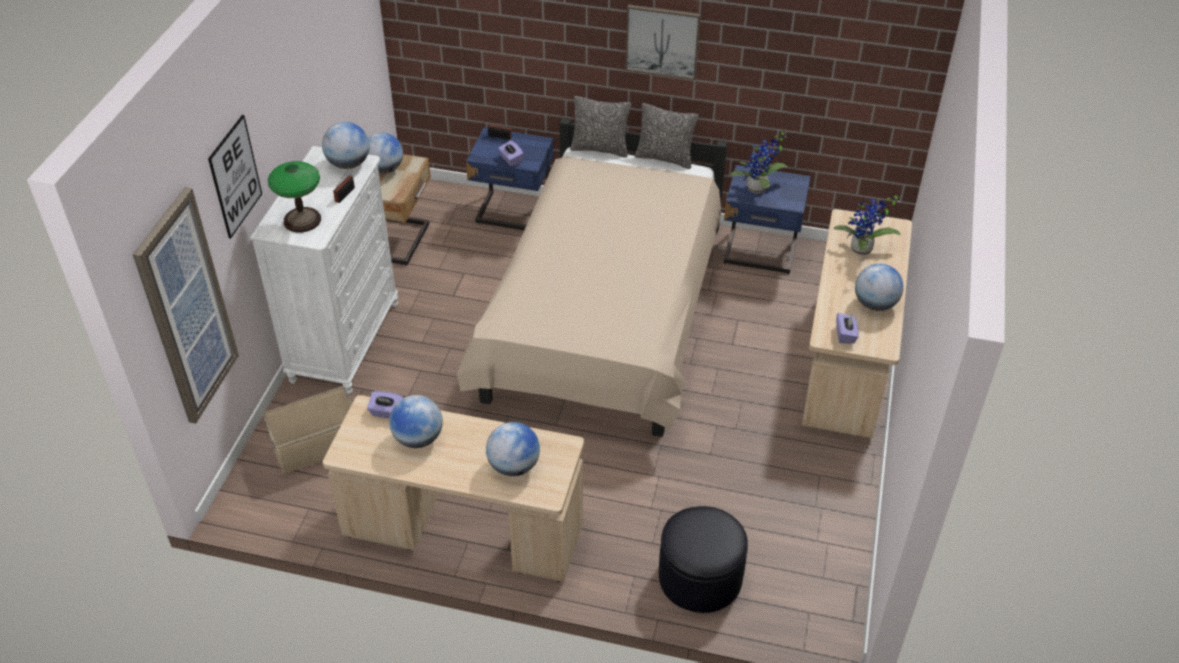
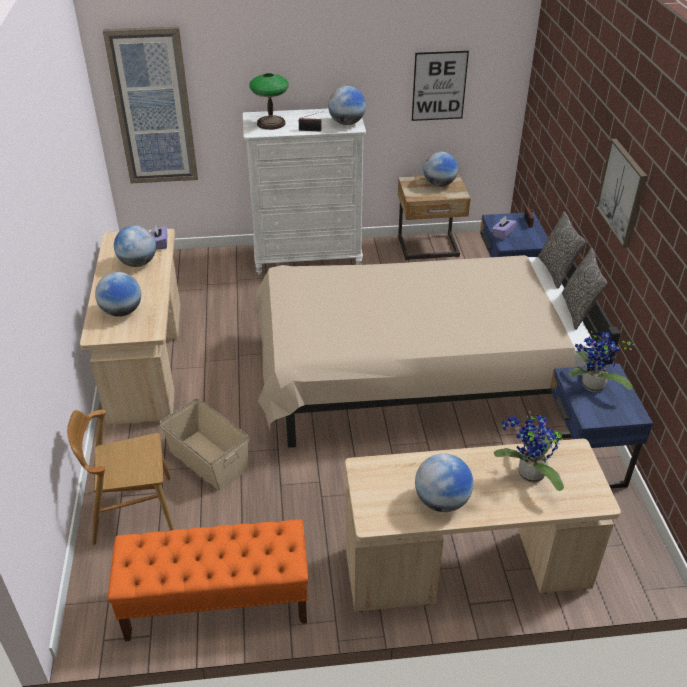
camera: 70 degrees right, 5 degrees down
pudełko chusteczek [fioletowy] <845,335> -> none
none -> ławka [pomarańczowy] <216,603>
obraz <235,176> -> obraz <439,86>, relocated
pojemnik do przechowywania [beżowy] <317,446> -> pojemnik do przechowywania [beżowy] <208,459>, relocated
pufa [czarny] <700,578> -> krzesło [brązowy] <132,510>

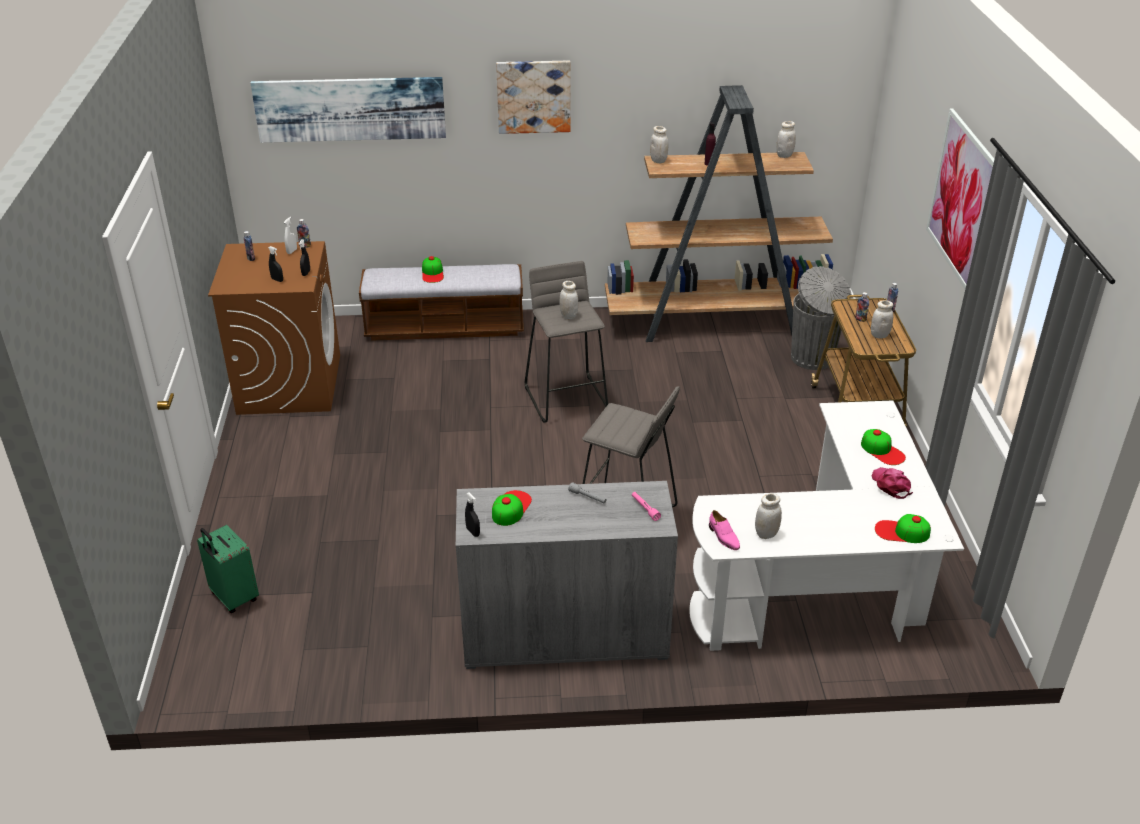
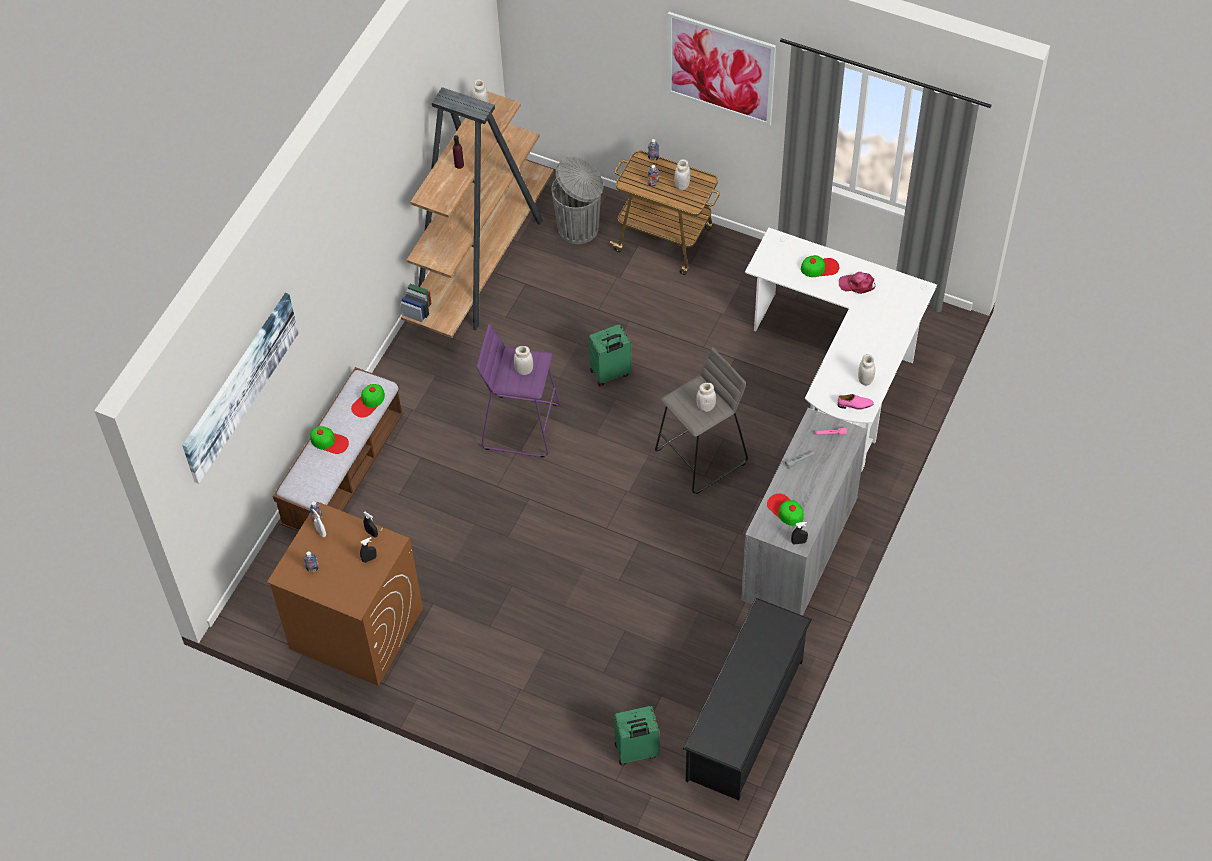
camera: 60 degrees left, 20 degrees up
obraz <533,96> -> none
none -> walizka [zielony] <610,373>
none -> regał na buty [czarny] <745,719>
słoik [biały] <658,161> -> słoik [biały] <705,407>, relocated
czapka z daszkiem <902,532> -> czapka z daszkiem <368,402>, relocated
stołek [szary] <567,398> -> stołek [fioletowy] <521,425>

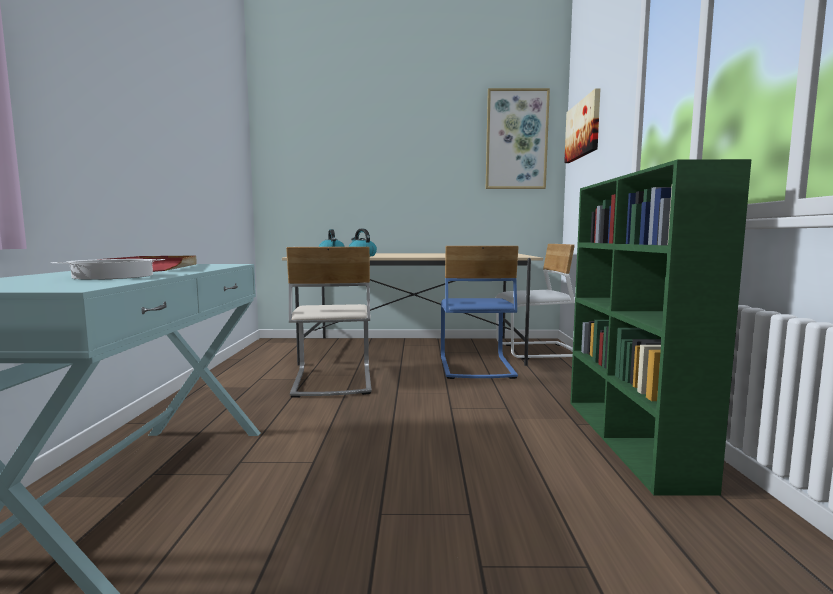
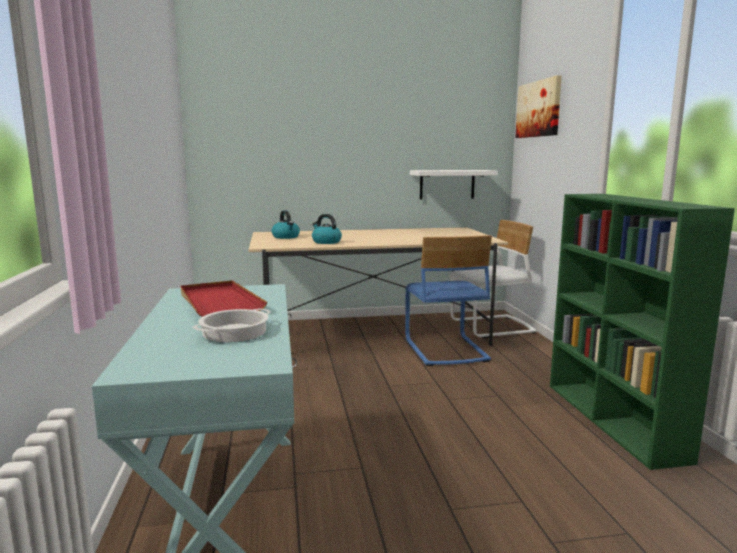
camera: 10 degrees left, 5 degrees up
krzesło [beżowy] <332,381> -> none
obraz <516,139> -> none
none -> półka [biały] <447,184>

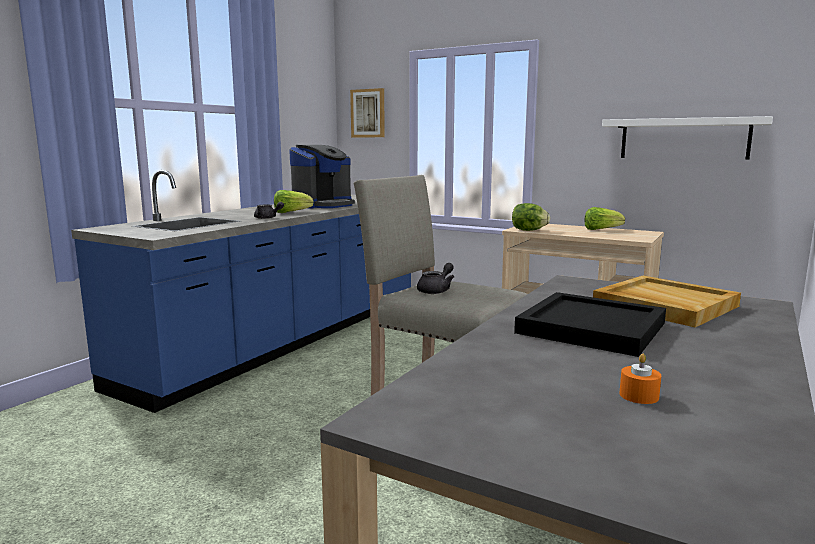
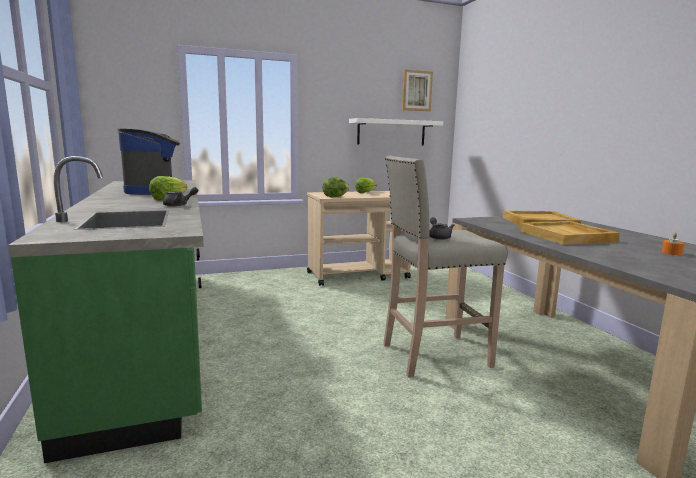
camera: 50 degrees left, 0 degrees up
obraz <368,113> -> obraz <416,91>, relocated
zabudowa kuchenna [niebieski] <287,339> -> zabudowa kuchenna [zielony] <152,332>
taca [czarny] <592,328> -> taca [beżowy] <567,236>

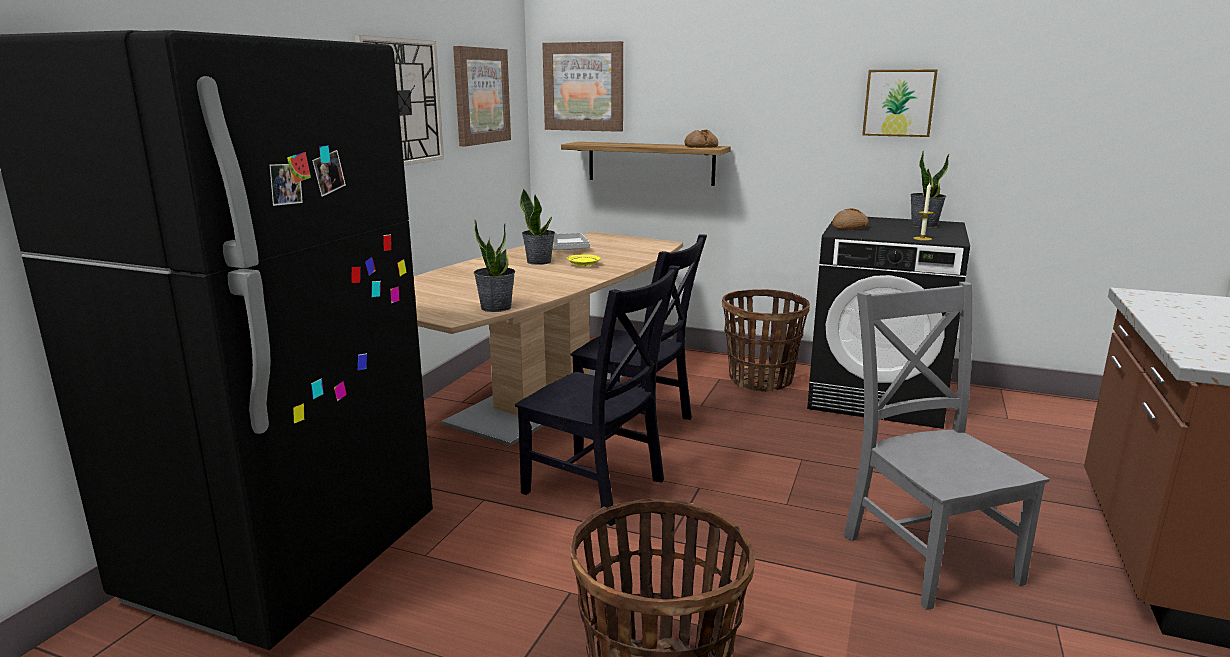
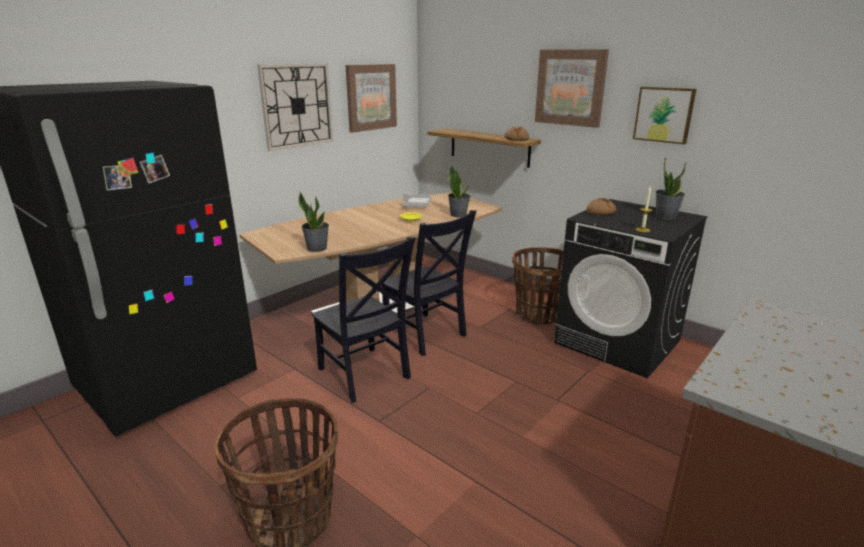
camera: 20 degrees right, 5 degrees up
krzesło [szary] <926,554> -> none
roślina doniczkowa <539,262> -> roślina doniczkowa <458,215>, relocated
obraz <584,87> -> obraz <570,87>, relocated

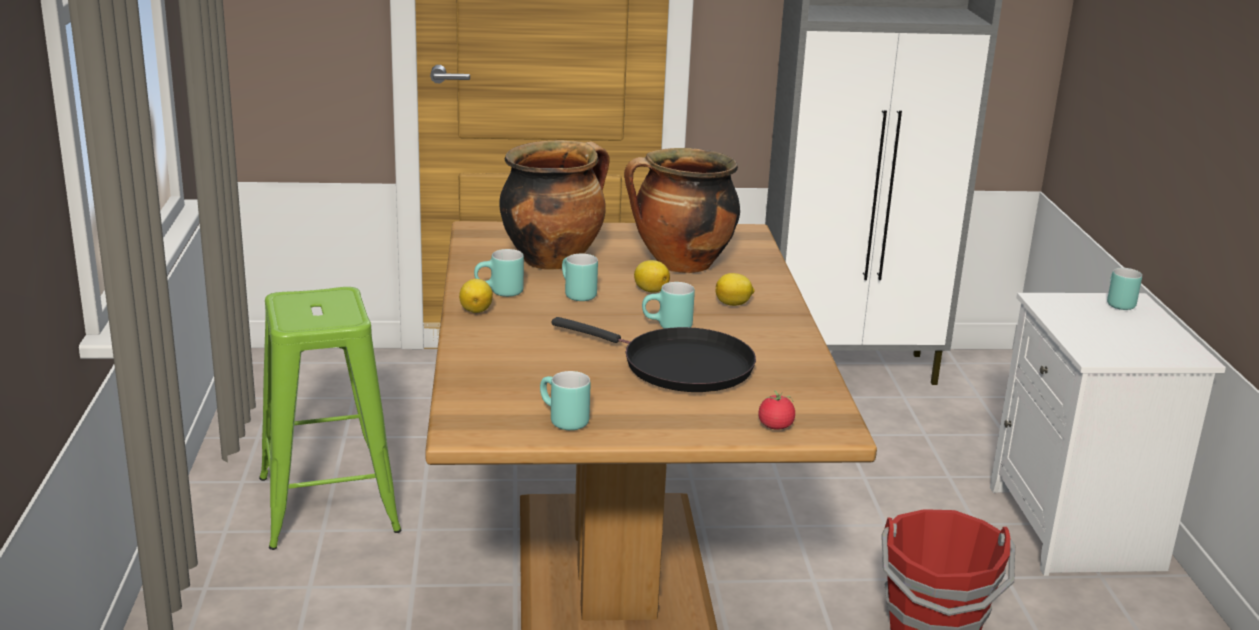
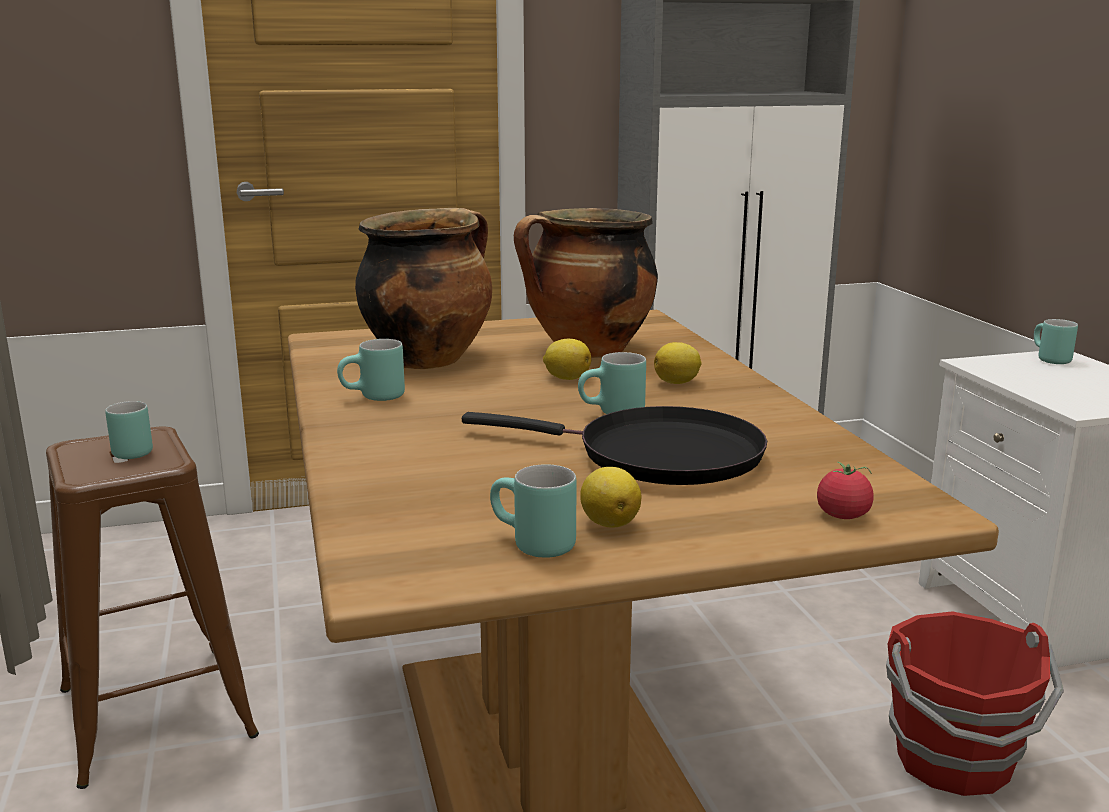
camera: 10 degrees left, 5 degrees down
cytryna <476,310> -> cytryna <609,522>, relocated
kubek [turkusowy] <574,294> -> kubek [turkusowy] <125,452>, relocated
stołek [zielony] <328,505> -> stołek [brązowy] <156,713>

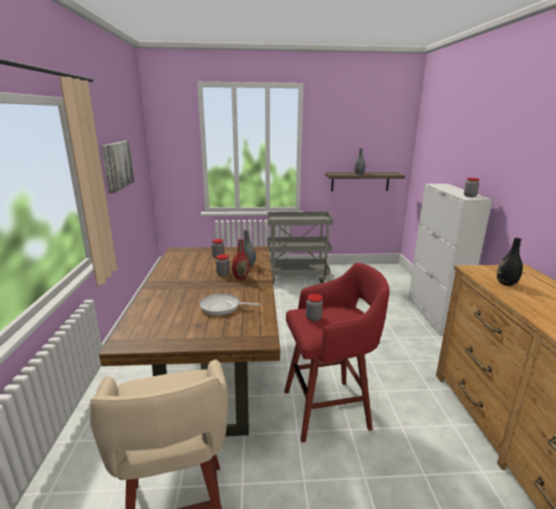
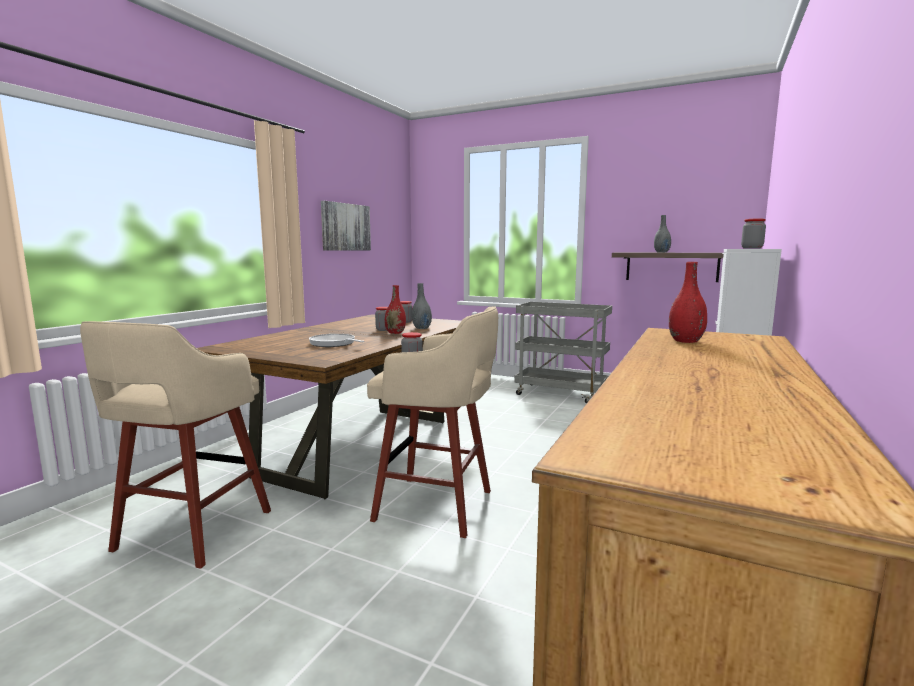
camera: 30 degrees right, 10 degrees down
stołek [czerwony] <329,409> -> stołek [beżowy] <438,506>
wazon [czarny] <506,283> -> wazon [czerwony] <685,341>

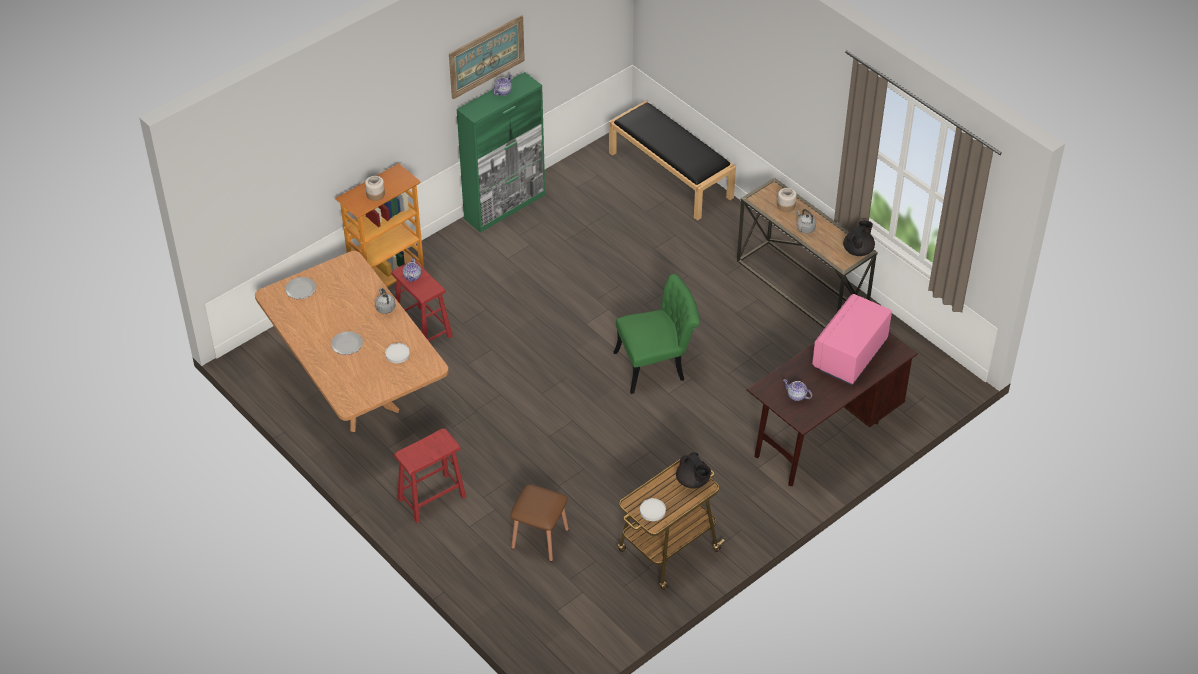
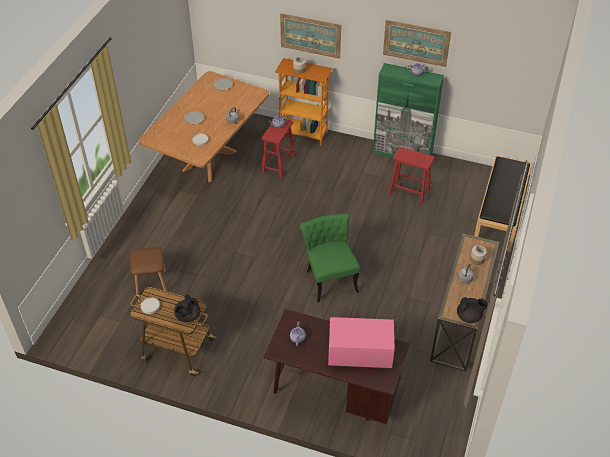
camera: 60 degrees right, 0 degrees up
none -> obraz <310,35>
stołek [czerwony] <431,498> -> stołek [czerwony] <409,191>, relocated
krzesło [zielony] <657,365> -> krzesło [zielony] <329,277>, 150 degrees counterclockwise

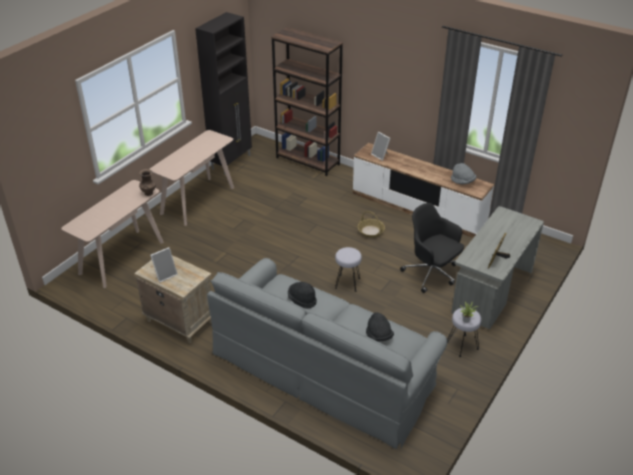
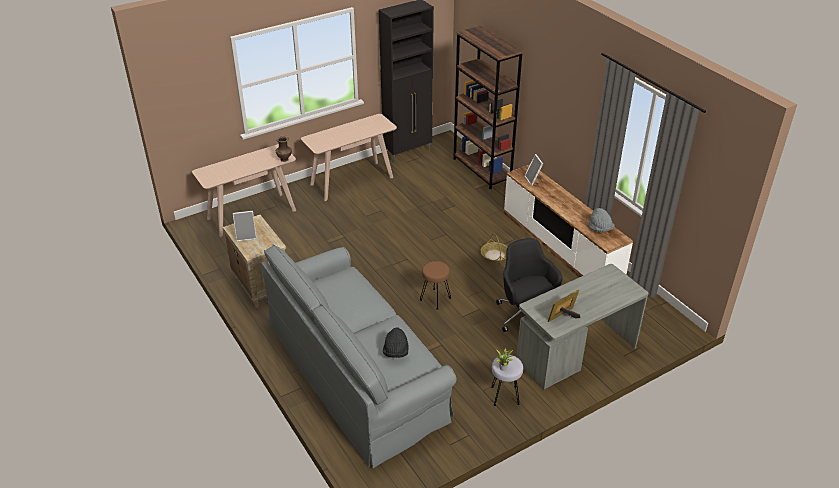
camera: 25 degrees right, 0 degrees up
kapelusz [czarny] <302,300> -> none
stołek [szary] <347,283> -> stołek [brązowy] <435,298>

